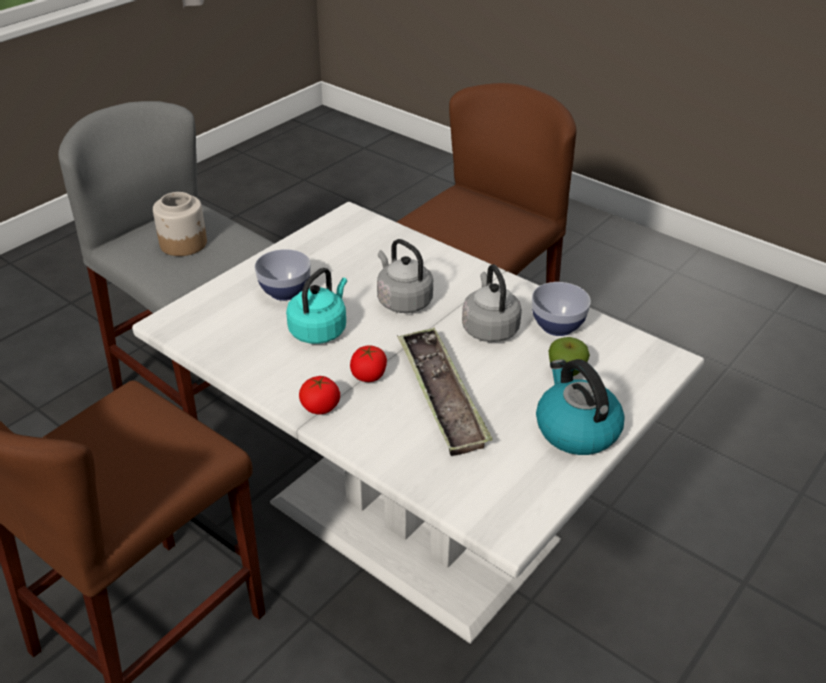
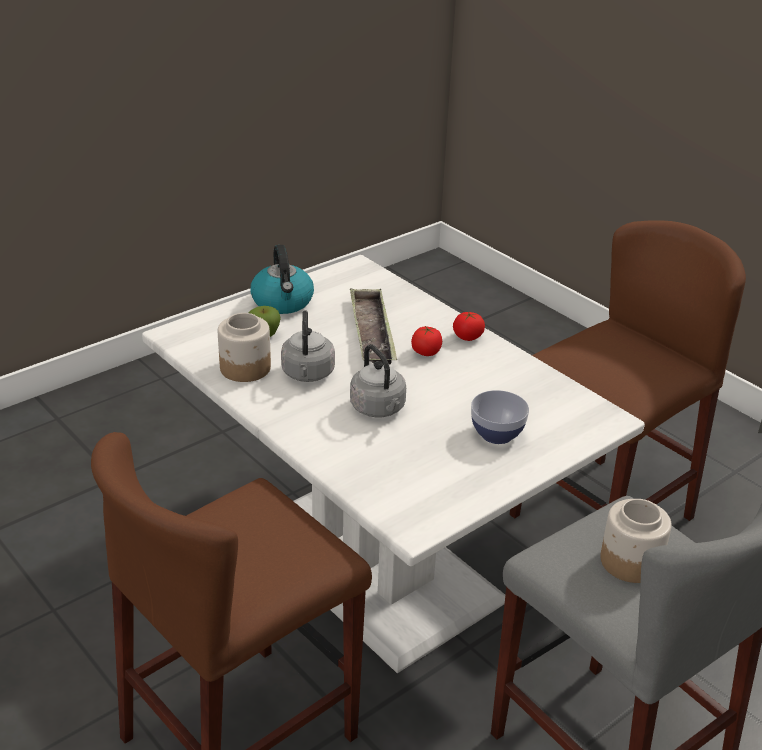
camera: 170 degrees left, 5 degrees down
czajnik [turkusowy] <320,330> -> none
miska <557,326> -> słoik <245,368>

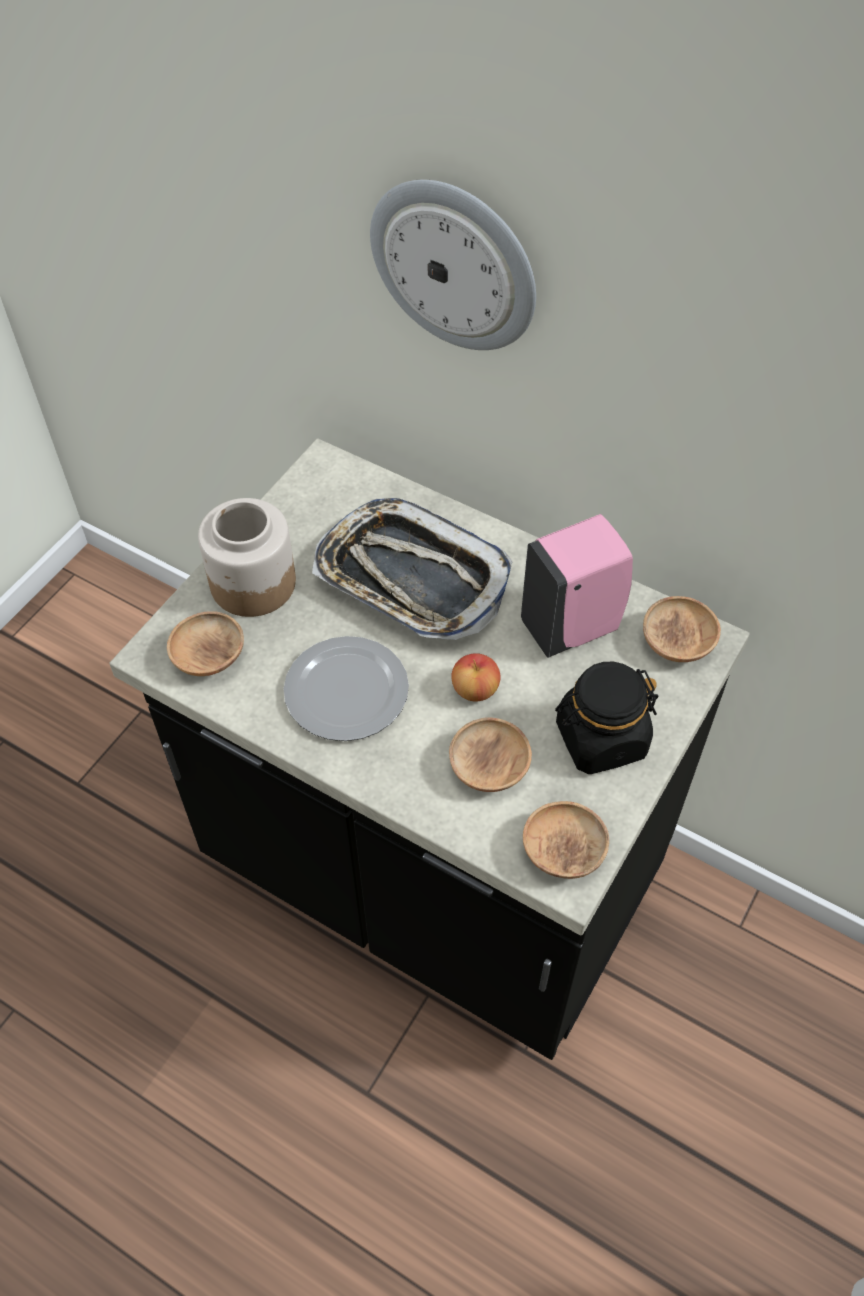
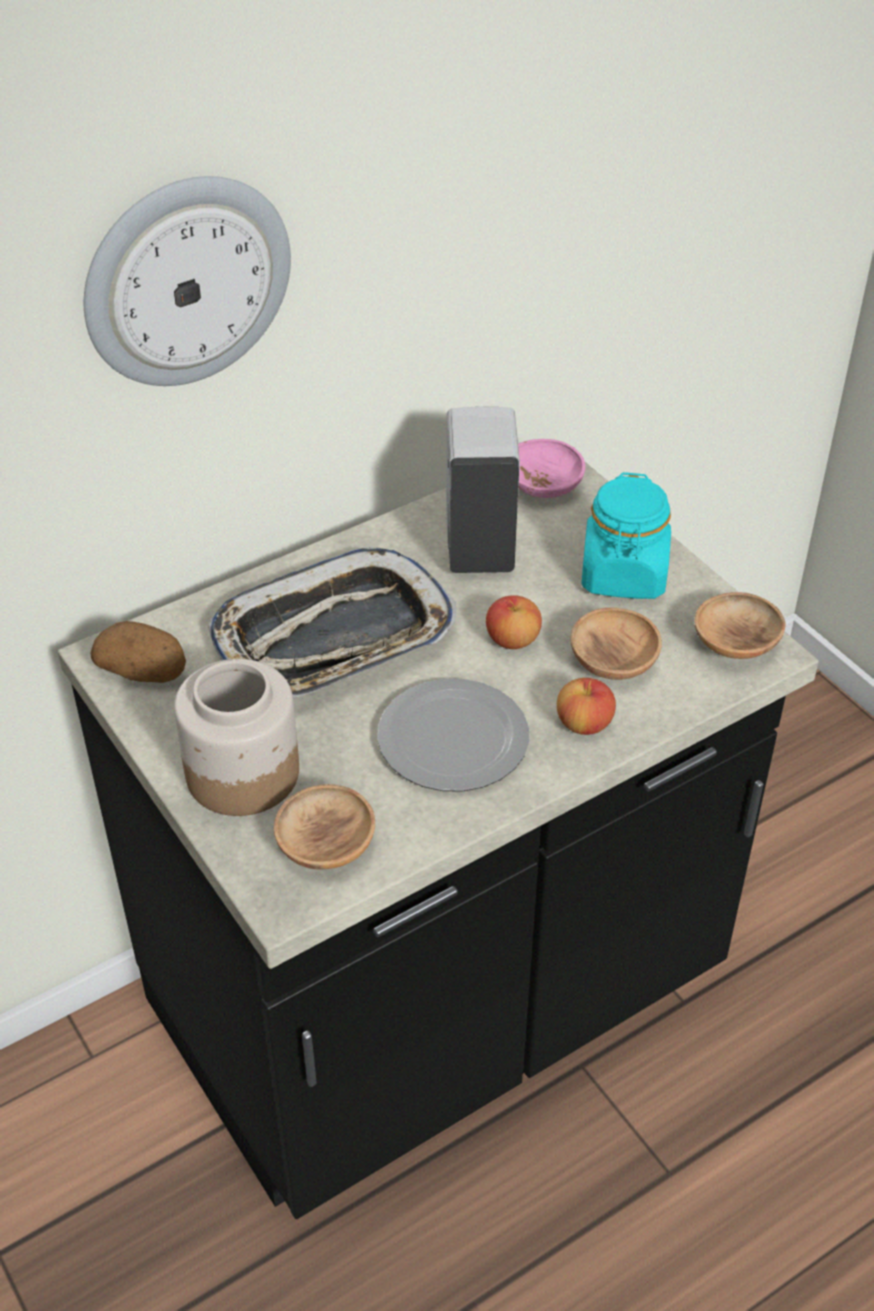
camera: 65 degrees left, 10 degrees down
none -> ziemniak <144,672>
none -> jabłko <584,724>
dozownik mydła [różowy] <573,626> -> dozownik mydła [biały] <479,545>
słoik [czarny] <600,739> -> słoik [turkusowy] <624,575>
miska [brązowy] <677,642> -> miska [różowy] <544,486>

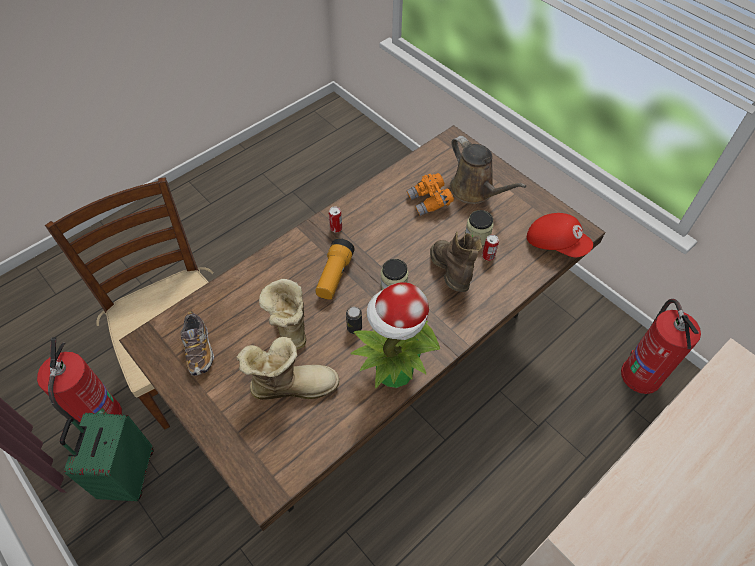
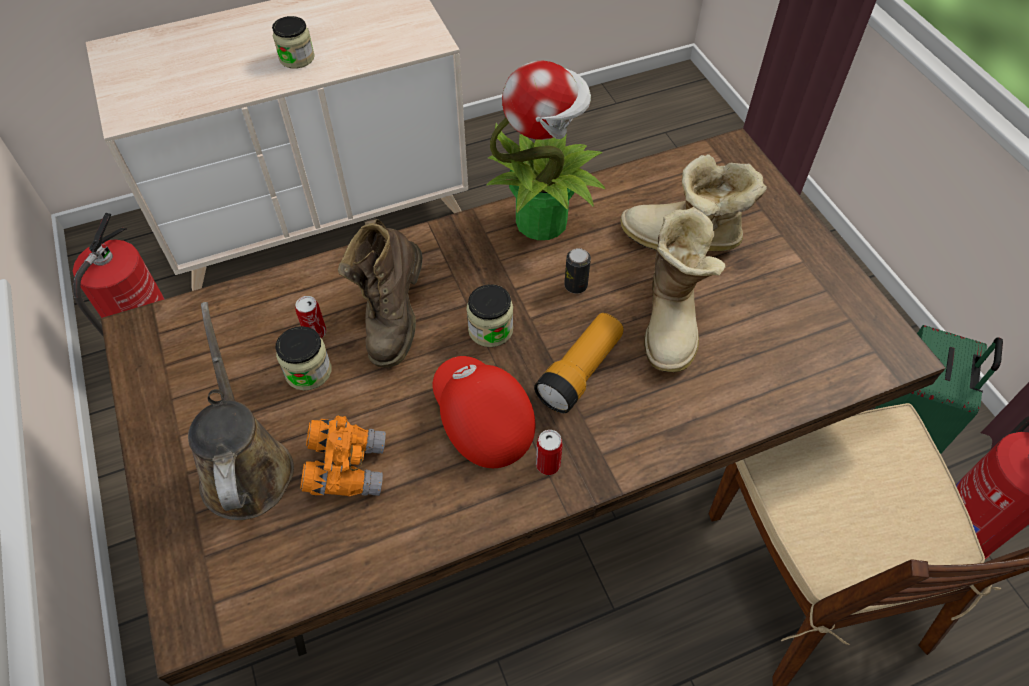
camera: 160 degrees left, 0 degrees up
but <199,350> -> none
none -> słoik <297,58>
czapka z daszkiem [czerwony] <556,243> -> czapka z daszkiem [czerwony] <481,421>, relocated

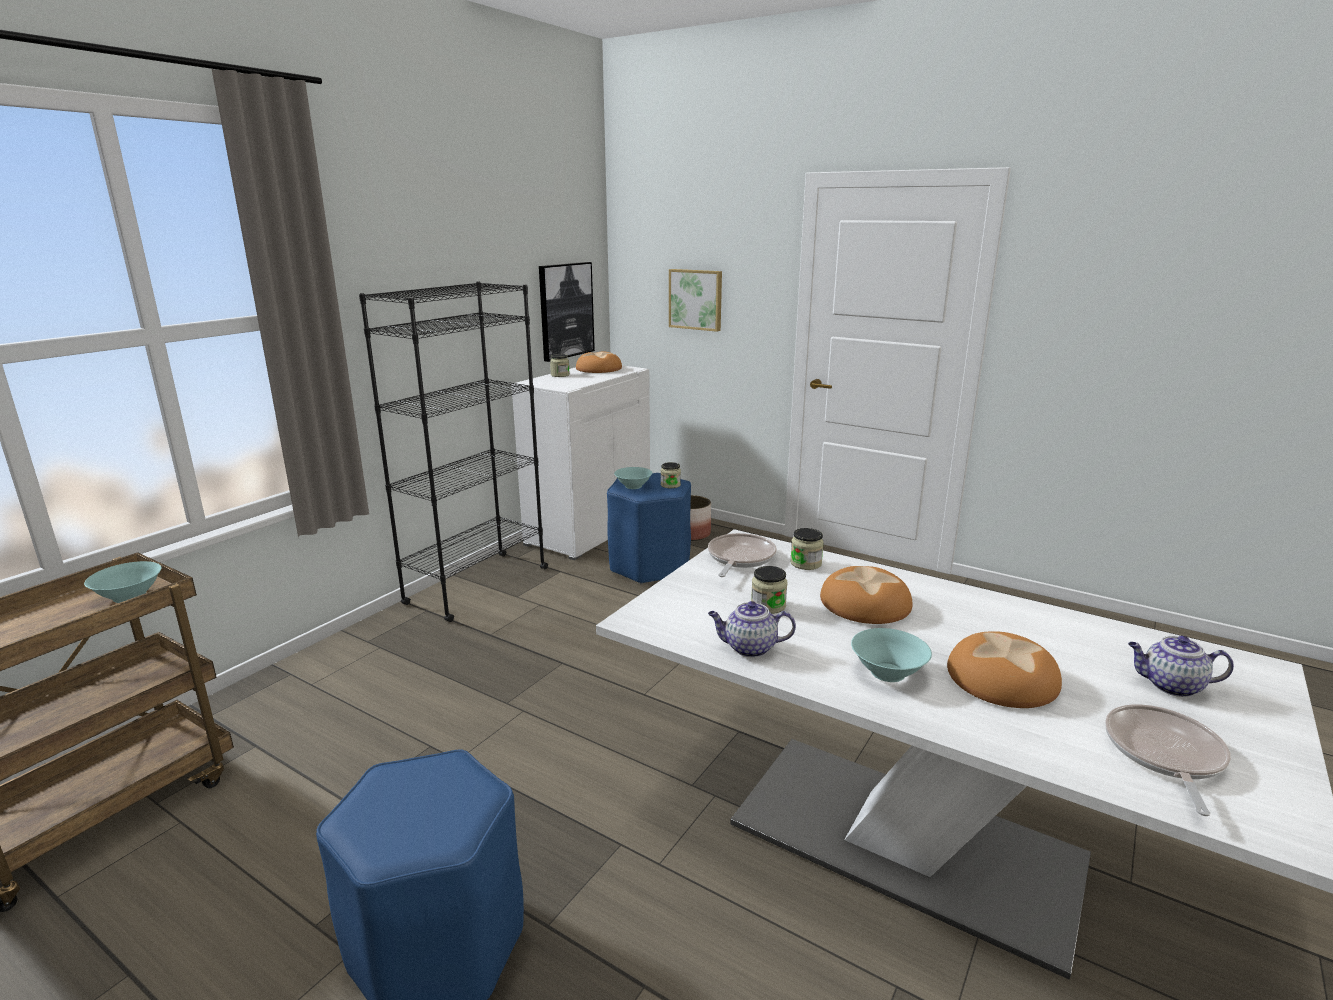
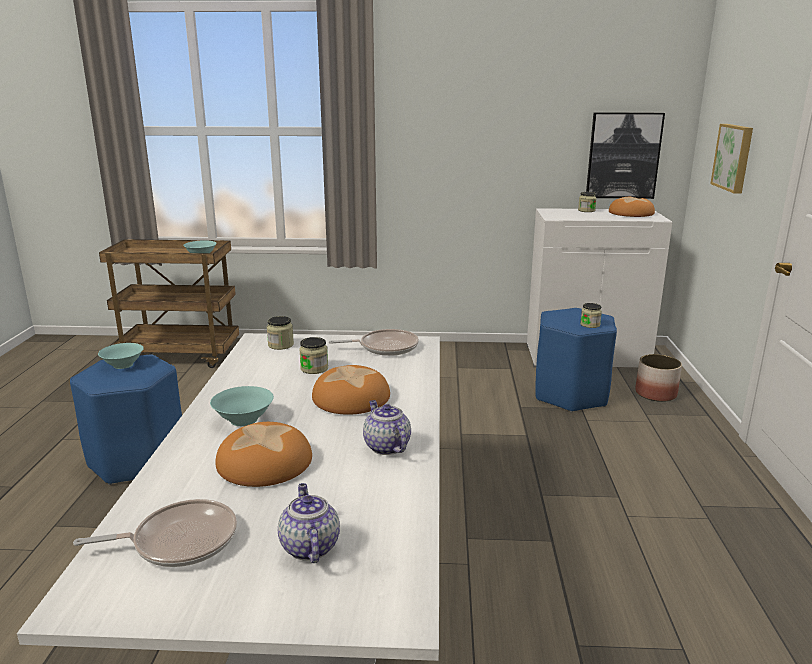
camera: 60 degrees right, 0 degrees up
regał [czarny] <477,586> -> none
miska [turkusowy] <633,486> -> miska [turkusowy] <123,365>, relocated
imbryk <749,648> -> imbryk <386,446>, relocated
słoik <805,563> -> słoik <281,345>, relocated

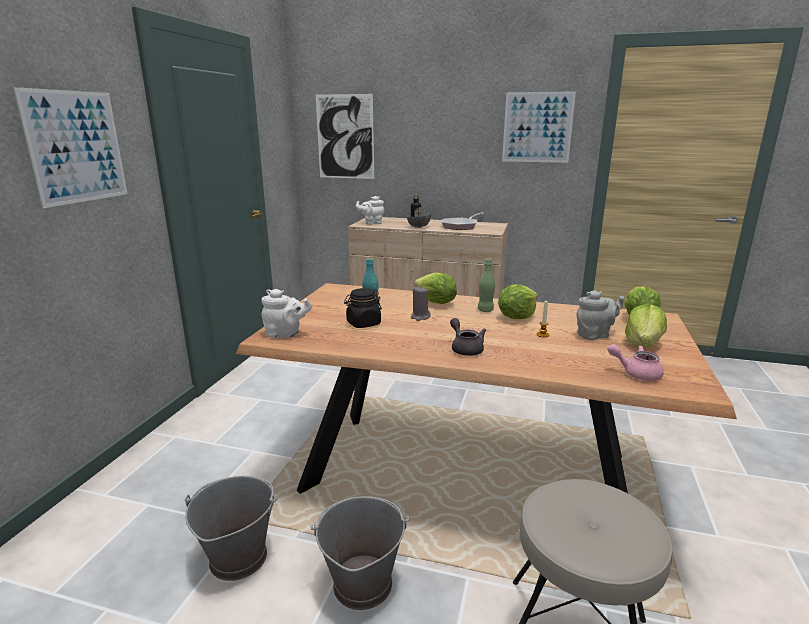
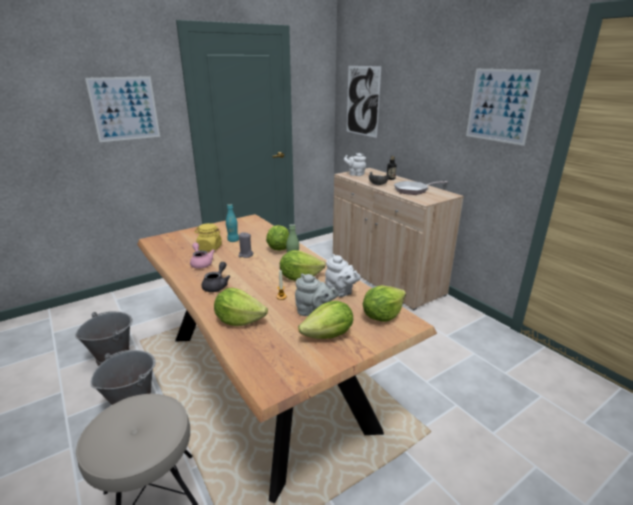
camera: 40 degrees right, 5 degrees up
none -> sałata <239,320>
imbryk [biały] <286,334> -> imbryk [biały] <340,292>, relocated
imbryk [różowy] <636,373> -> imbryk [różowy] <201,263>, relocated
słoik [czarny] <363,323> -> słoik [żółty] <209,248>

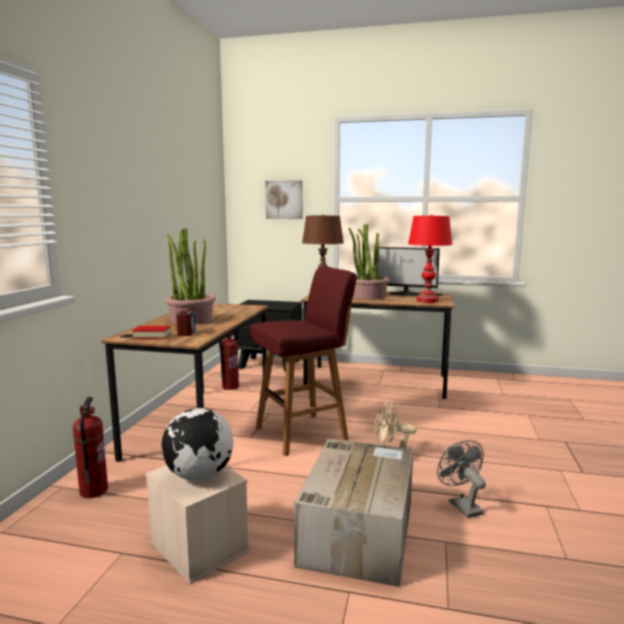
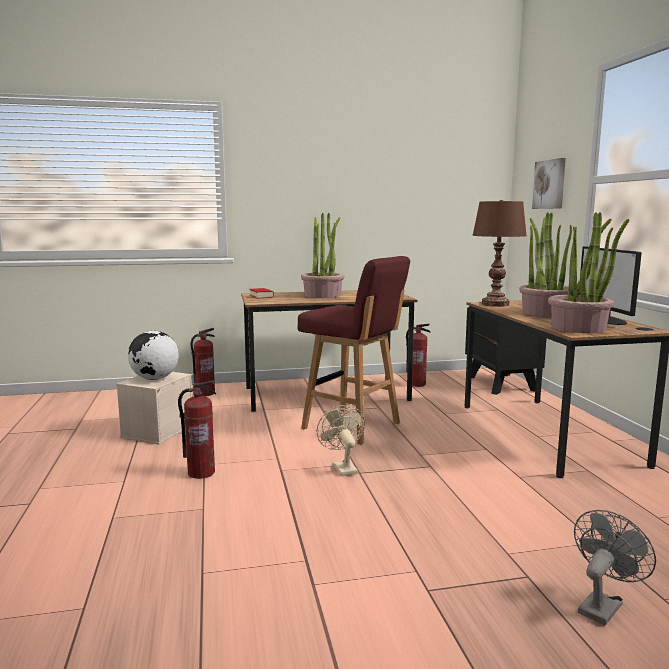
camera: 65 degrees right, 0 degrees up
budzik <186,333> -> none
wentylator [szary] <461,505> -> wentylator [szary] <602,605>, relocated
karton <358,530> -> gaśnica <201,472>
lampa stołowa [czerwony] <427,300> -> roślina doniczkowa <579,328>

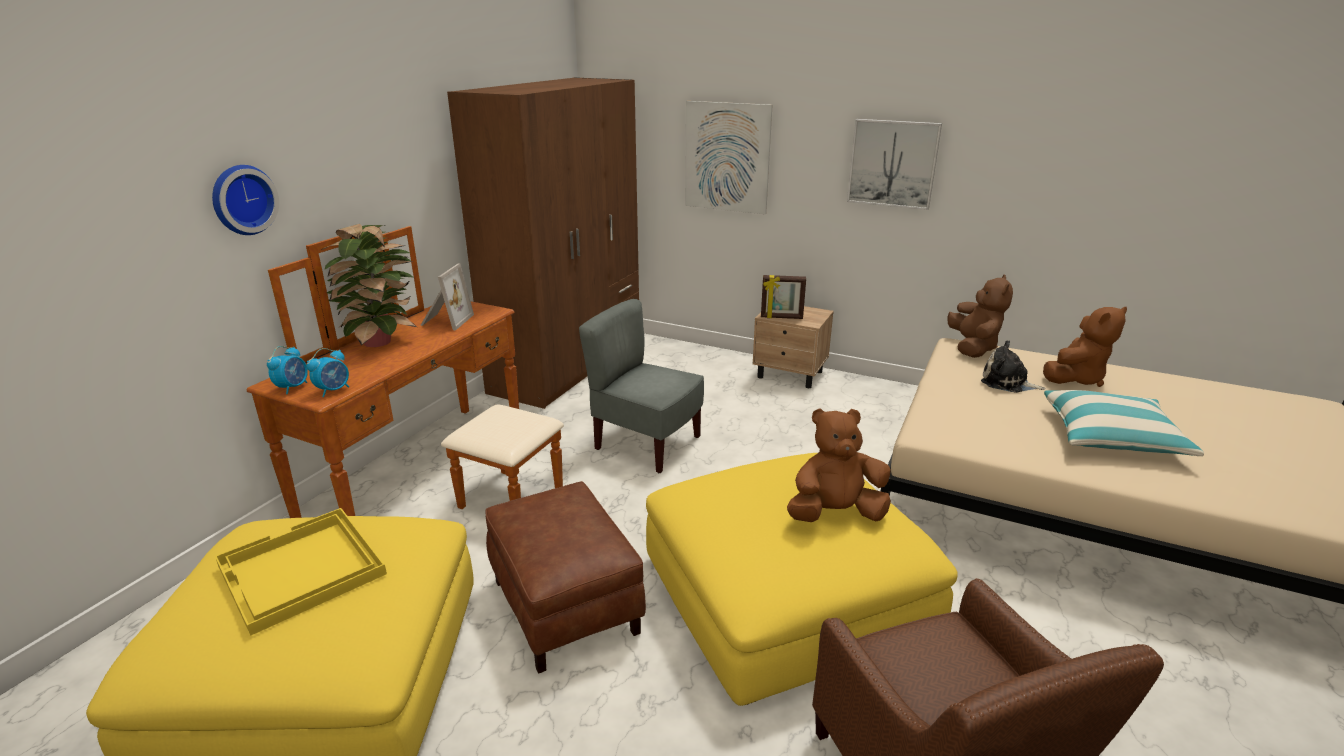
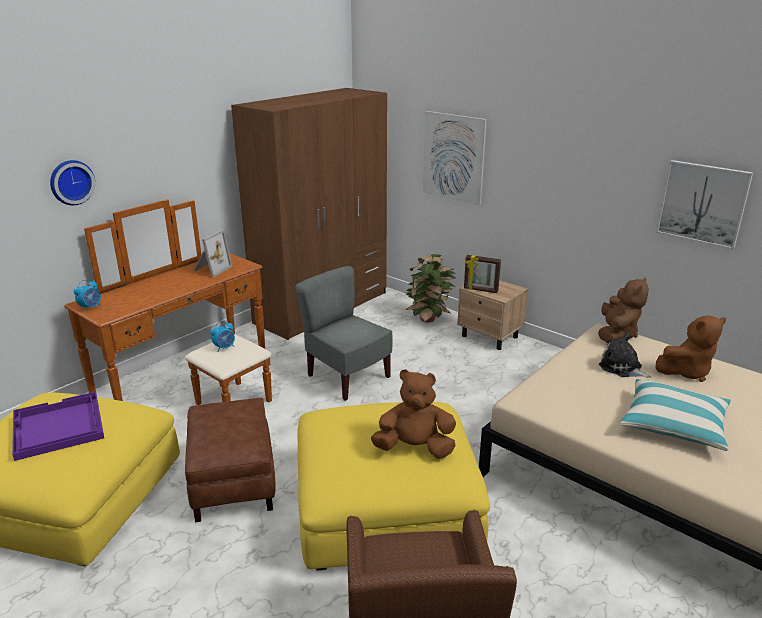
camera: 15 degrees right, 0 degrees up
budzik <333,390> -> budzik <224,348>, relocated
roślina doniczkowa <380,342> -> roślina doniczkowa <429,319>, relocated
obraz <893,163> -> obraz <703,203>, relocated
taca [żółty] <300,571> -> taca [fioletowy] <57,427>

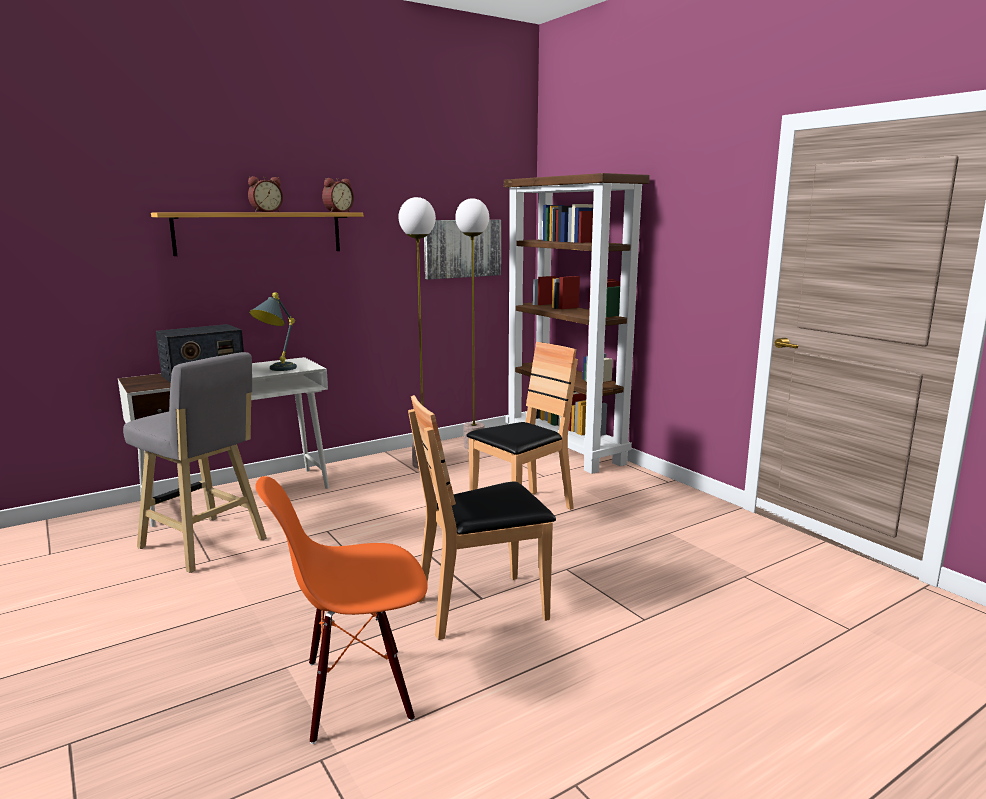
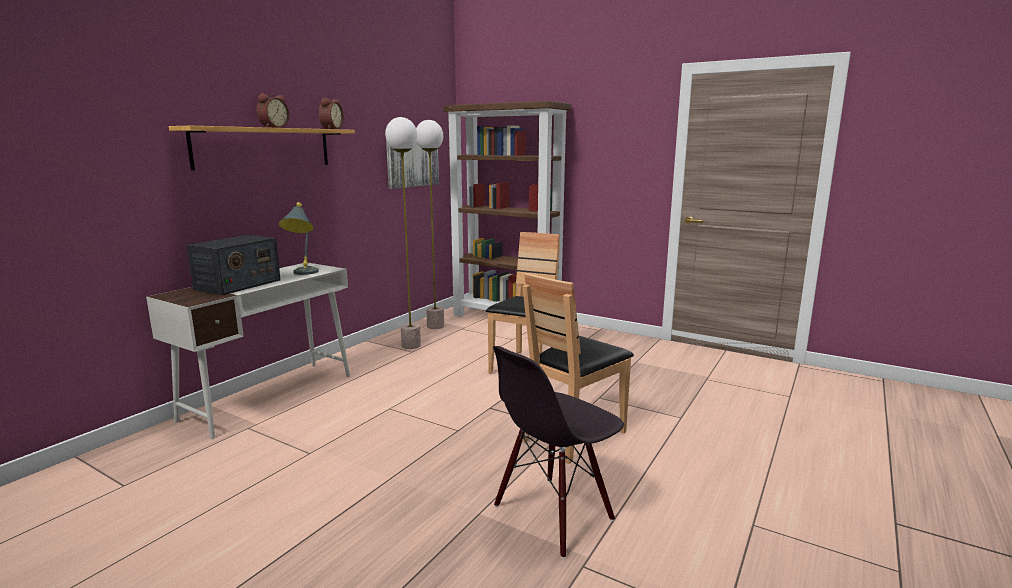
camera: 25 degrees left, 0 degrees up
stołek [szary] <206,545> -> none
krzesło [pomarańczowy] <357,692> -> krzesło [czarny] <553,514>

